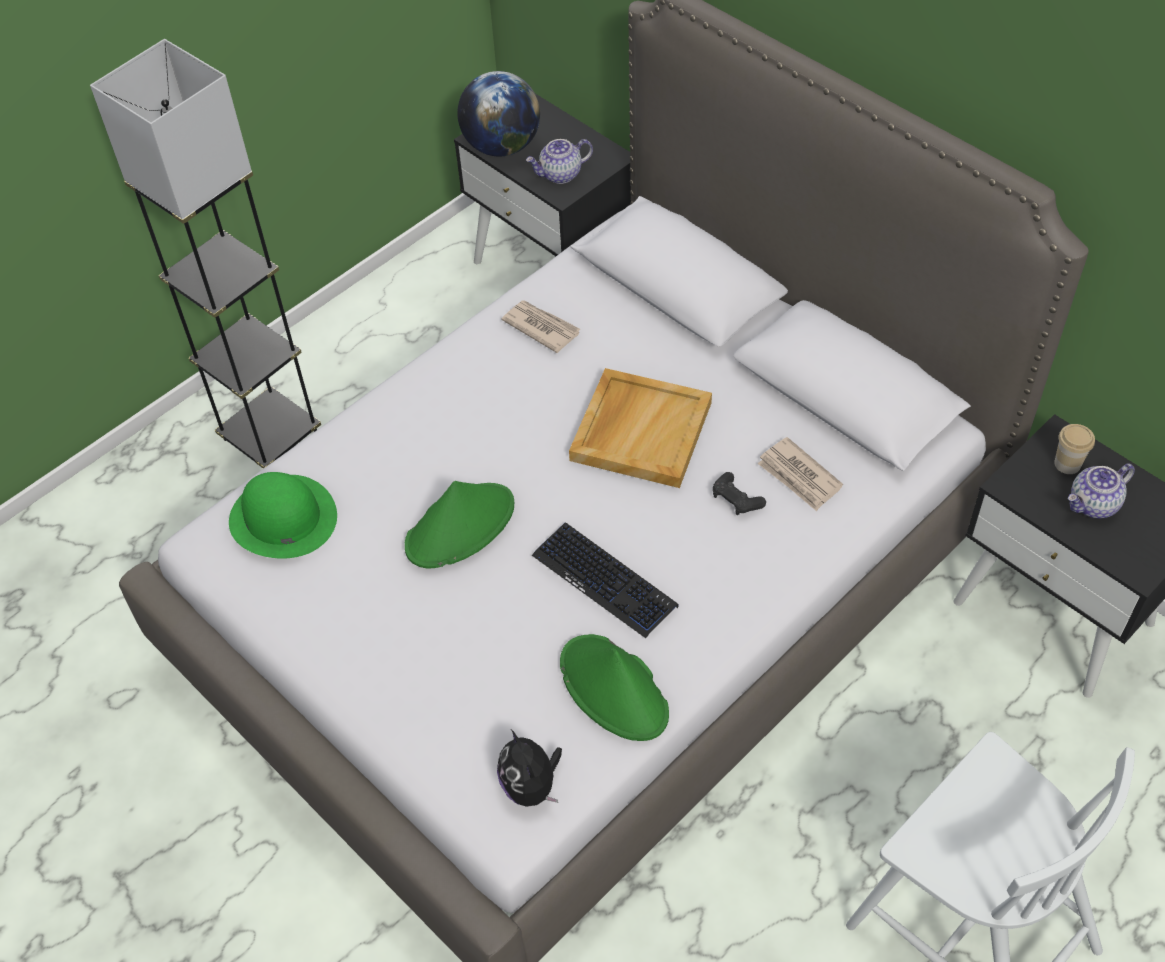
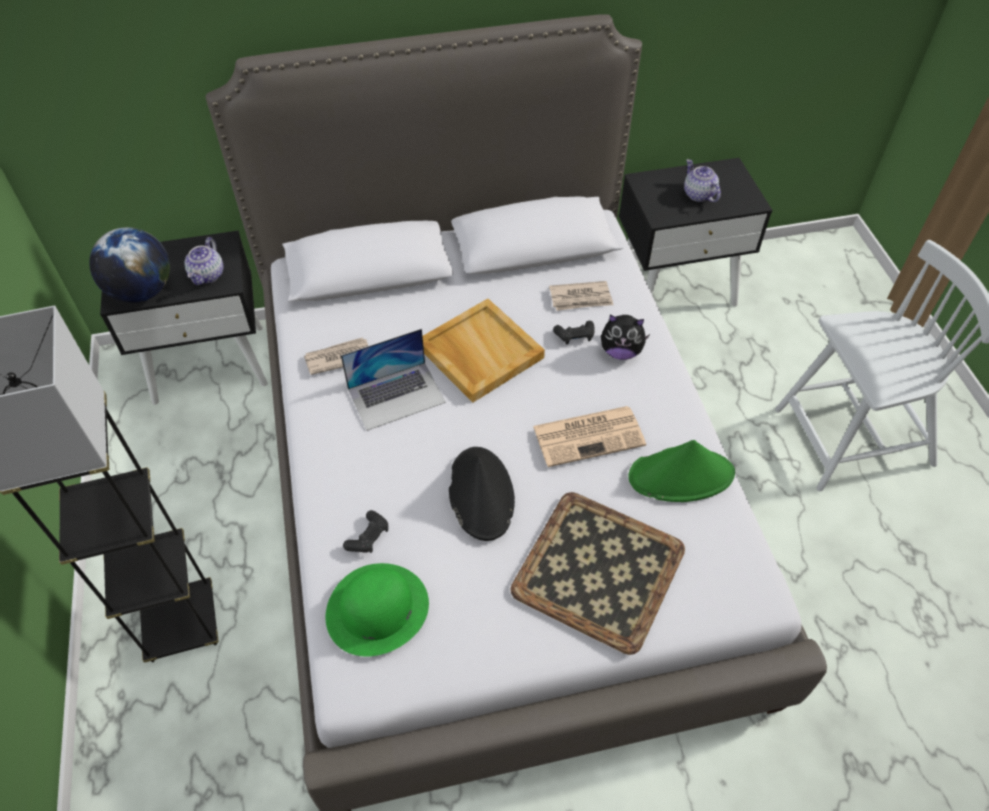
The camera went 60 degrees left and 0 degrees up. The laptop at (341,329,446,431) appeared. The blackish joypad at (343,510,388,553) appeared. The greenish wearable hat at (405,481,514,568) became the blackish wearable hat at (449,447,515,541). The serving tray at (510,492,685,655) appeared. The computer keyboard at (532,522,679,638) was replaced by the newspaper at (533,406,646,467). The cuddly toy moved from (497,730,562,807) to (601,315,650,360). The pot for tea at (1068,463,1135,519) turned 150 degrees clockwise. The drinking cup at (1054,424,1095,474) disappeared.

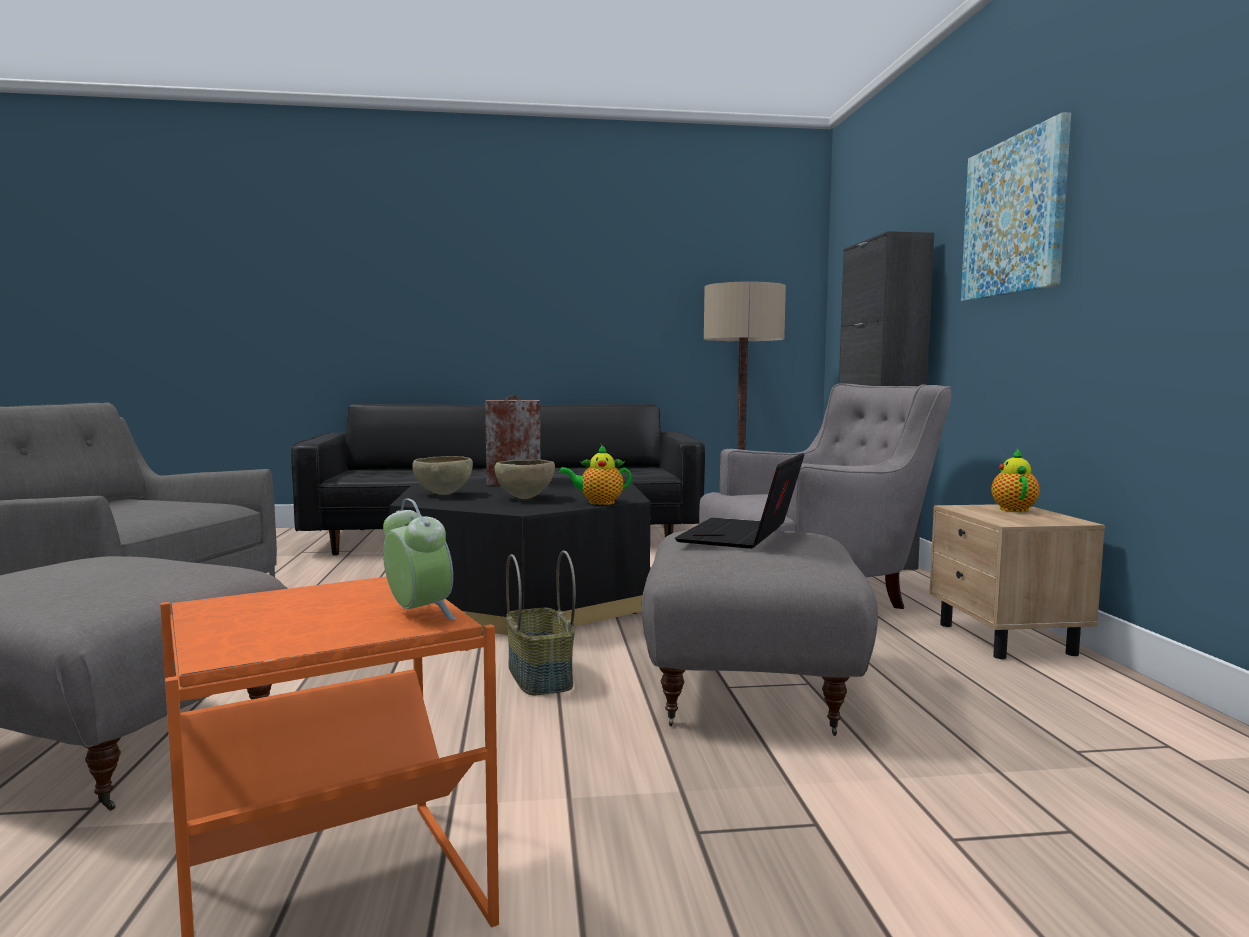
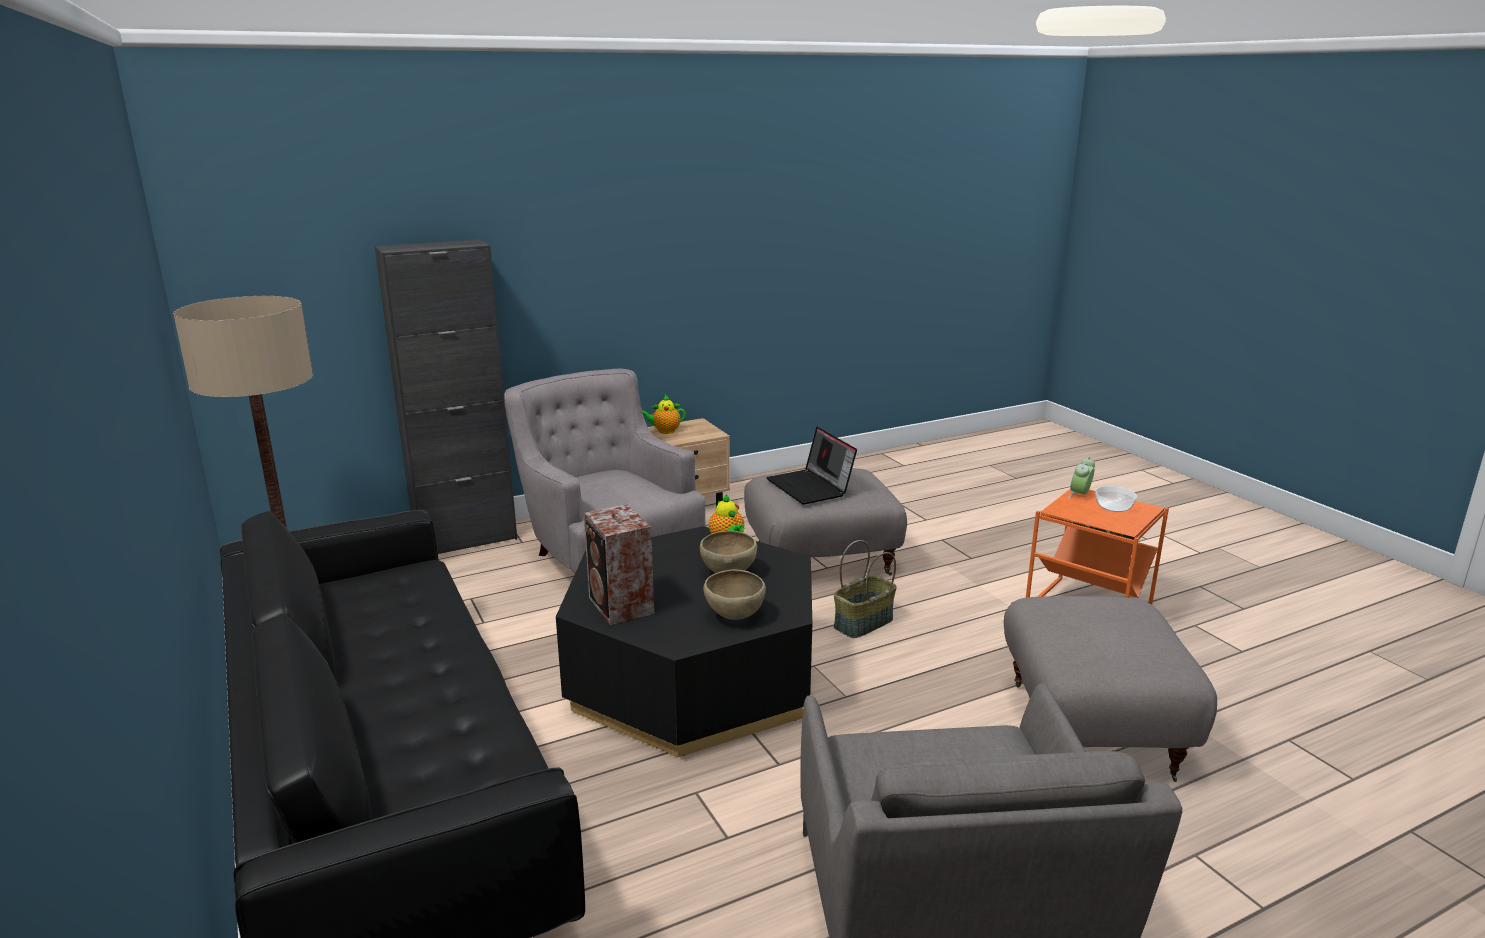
The camera went 110 degrees left and 15 degrees up. The laptop at (675,453,804,549) turned 60 degrees clockwise. The deep dish at (1095,486,1137,512) appeared. The picture at (961,112,1071,301) disappeared.

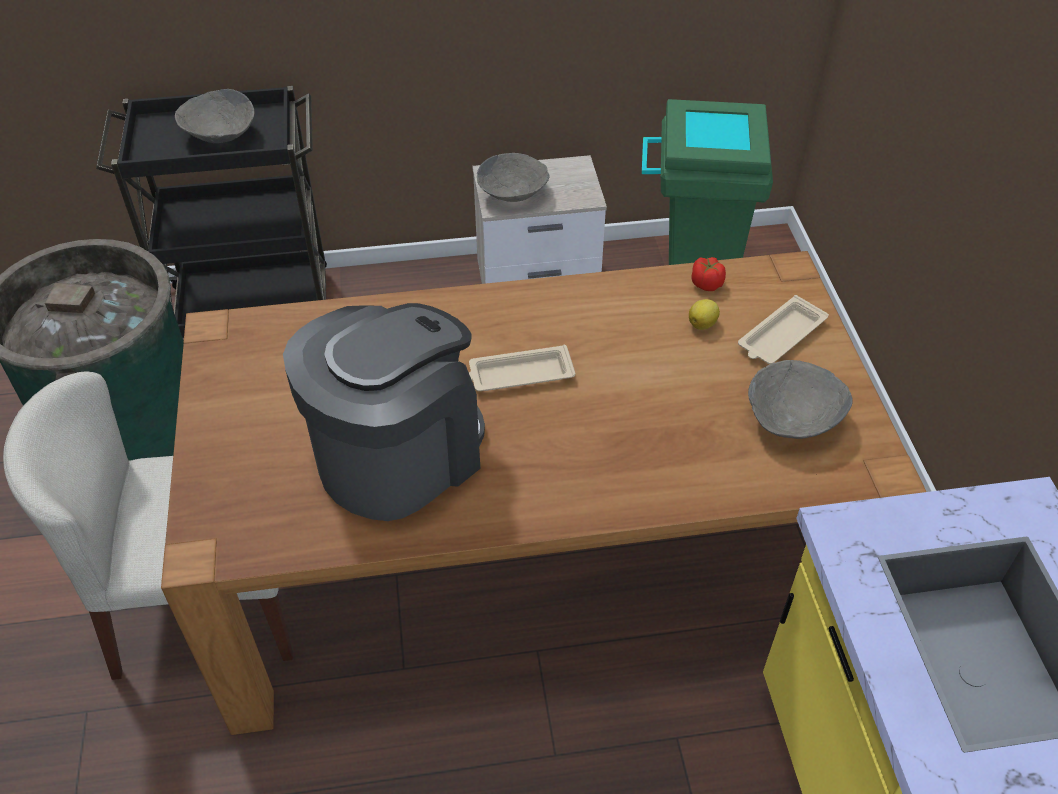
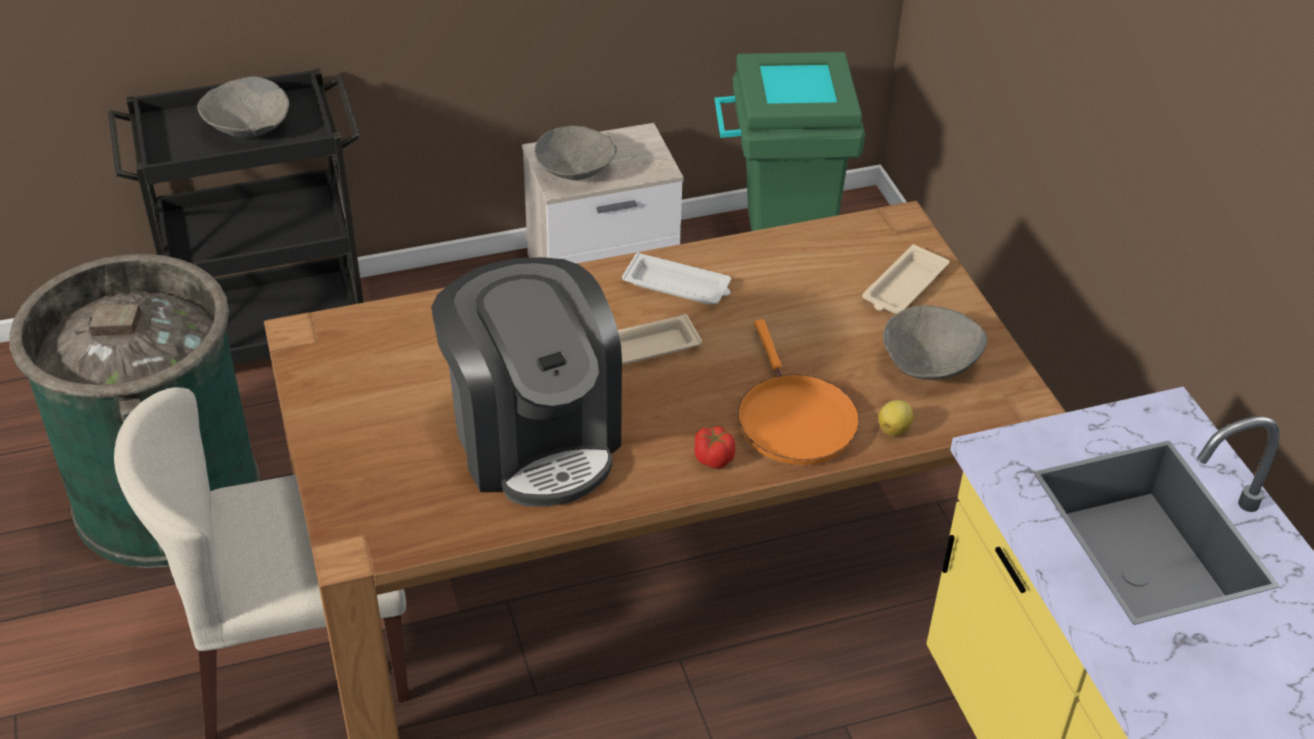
The camera went 10 degrees left and 5 degrees down. The coffee machine at (283,303,485,521) turned 120 degrees clockwise. The white-coloured serving tray at (622,252,731,304) appeared. The whole tomato moved from (691,257,726,291) to (694,426,736,468). The orange pan at (738,319,860,465) appeared. The lemon moved from (689,299,720,330) to (878,400,913,436).

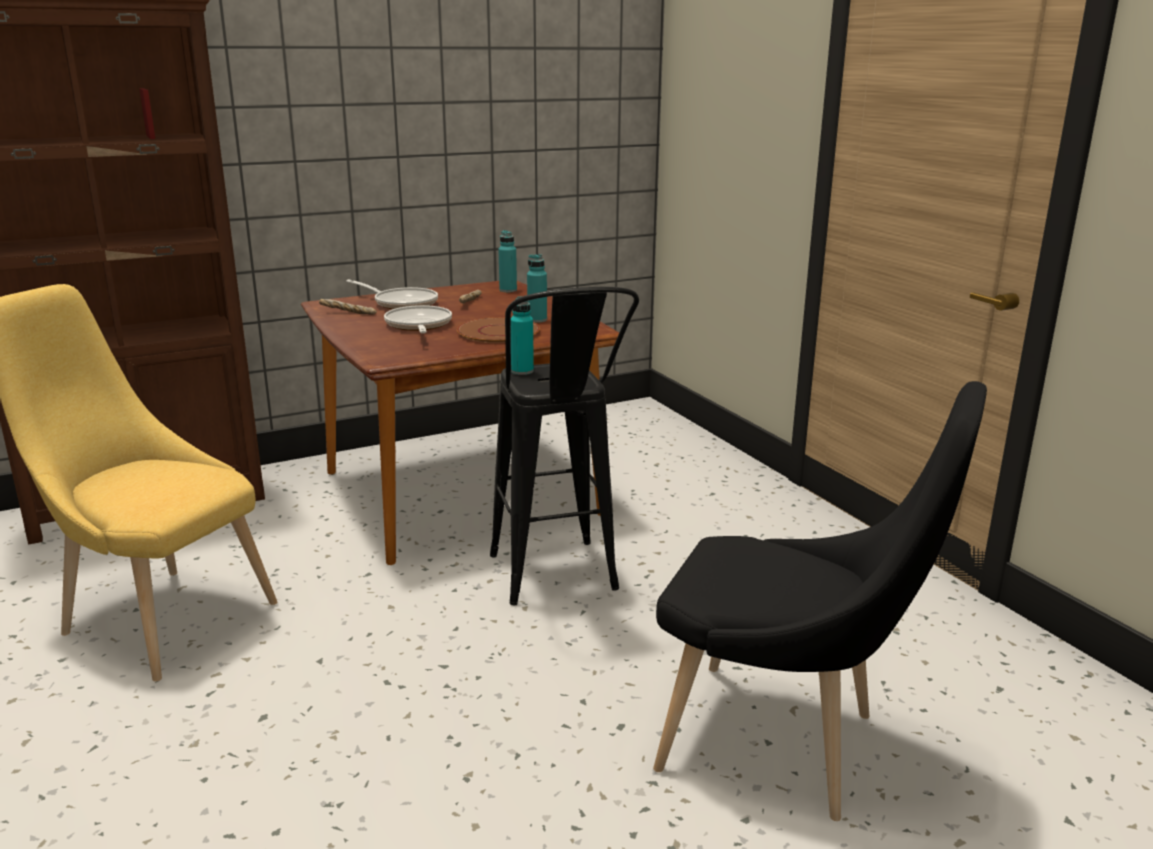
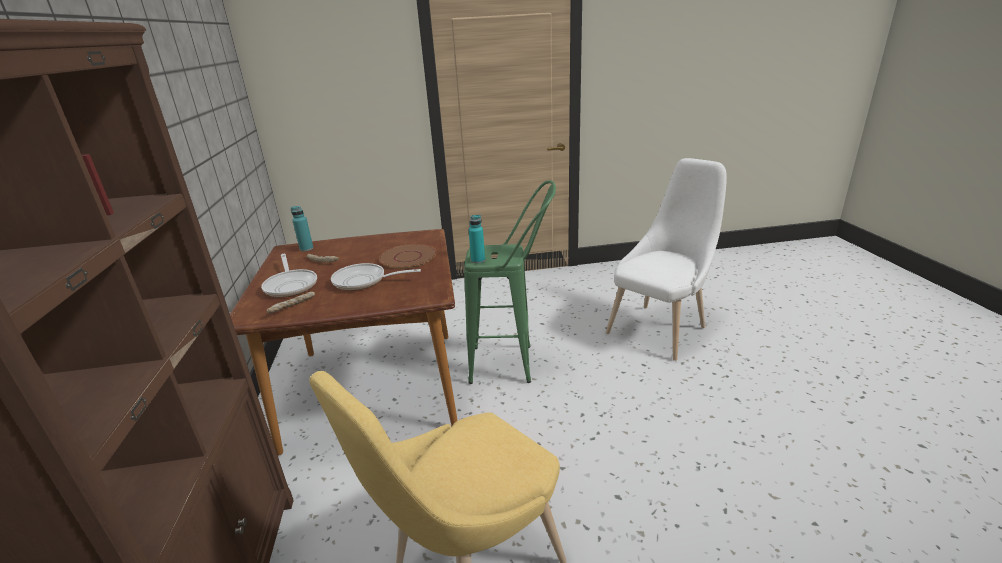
The camera went 70 degrees left and 5 degrees up. The pan at (346,279,438,309) turned 105 degrees clockwise. The blackish stool at (490,287,639,605) became the greenish stool at (464,180,556,384). The blackish chair at (653,381,987,821) became the white-coloured chair at (606,158,727,361). The turquoise-coloured drink bottle at (527,254,547,323) disappeared.

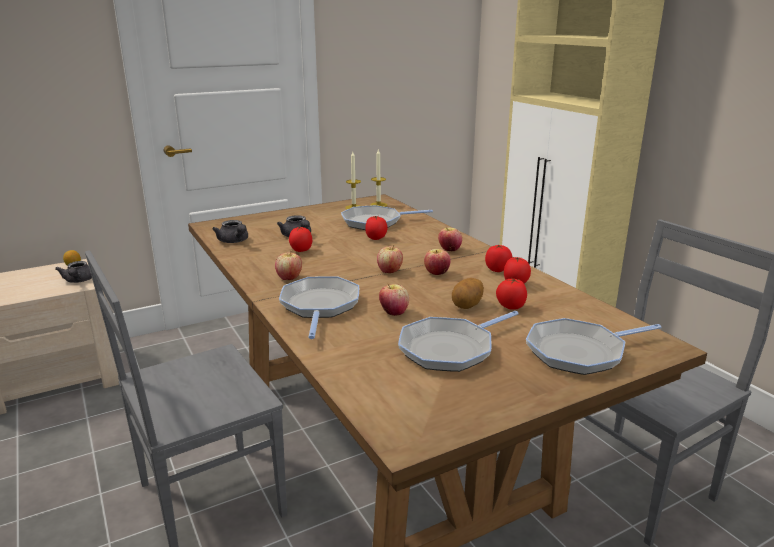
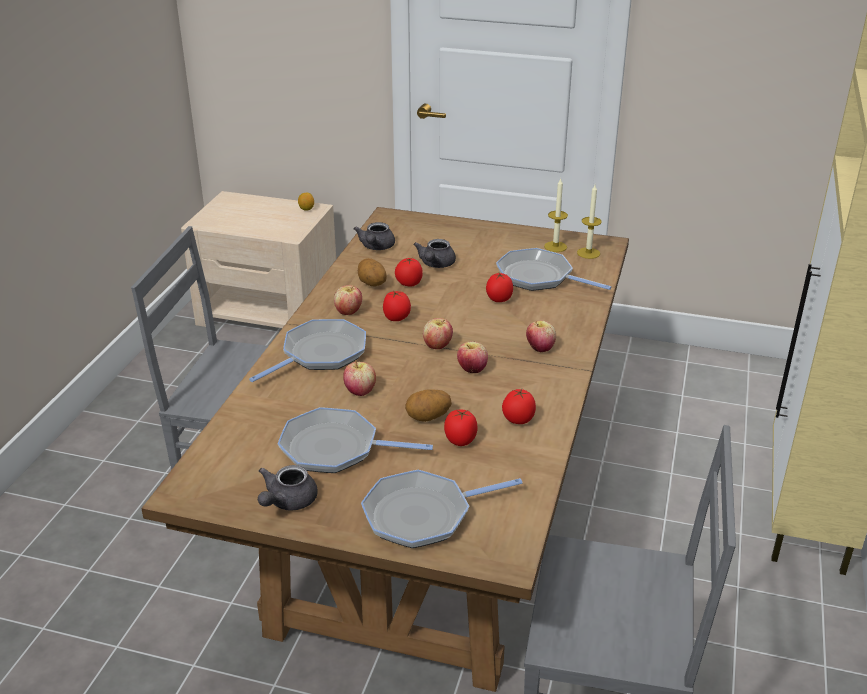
The camera went 45 degrees right and 10 degrees up. The gray pot for tea moved from (55,261,92,283) to (258,465,318,511). The potato at (358,258,387,286) appeared. The pan at (526,318,662,375) turned 45 degrees counterclockwise. The whole tomato moved from (485,244,512,272) to (383,291,411,321).

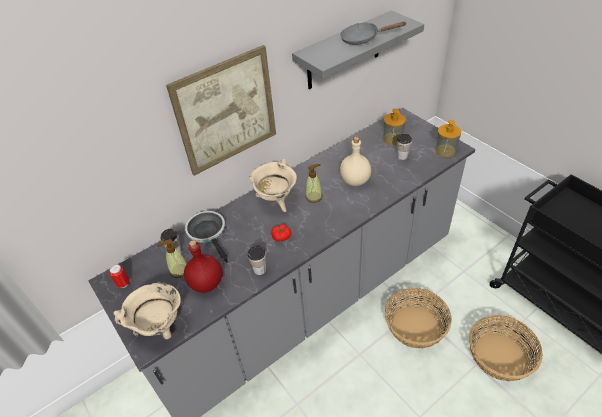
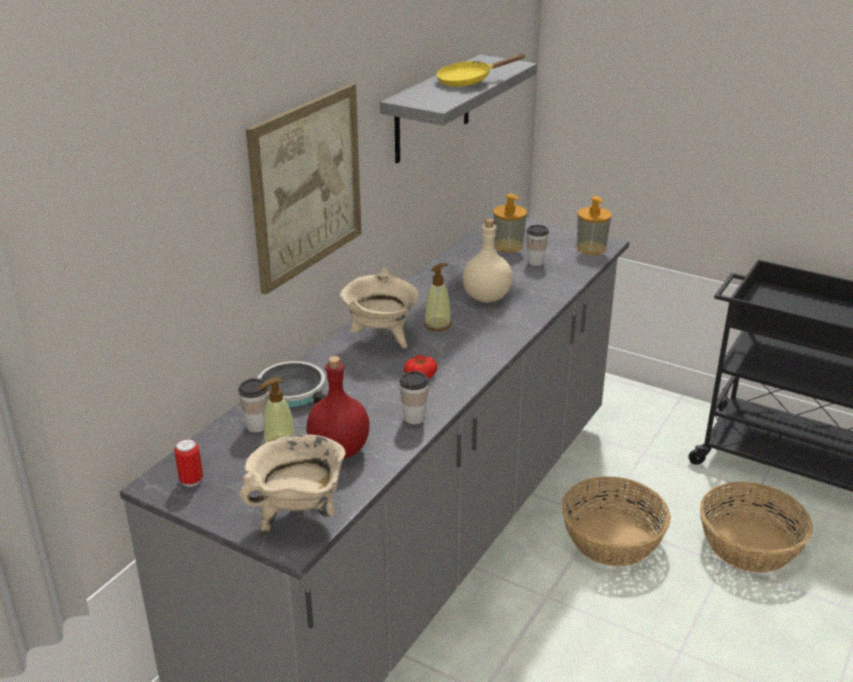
The camera went 25 degrees left and 15 degrees down. The gray pan at (340,22,407,45) became the yellow-coloured pan at (436,53,526,87).

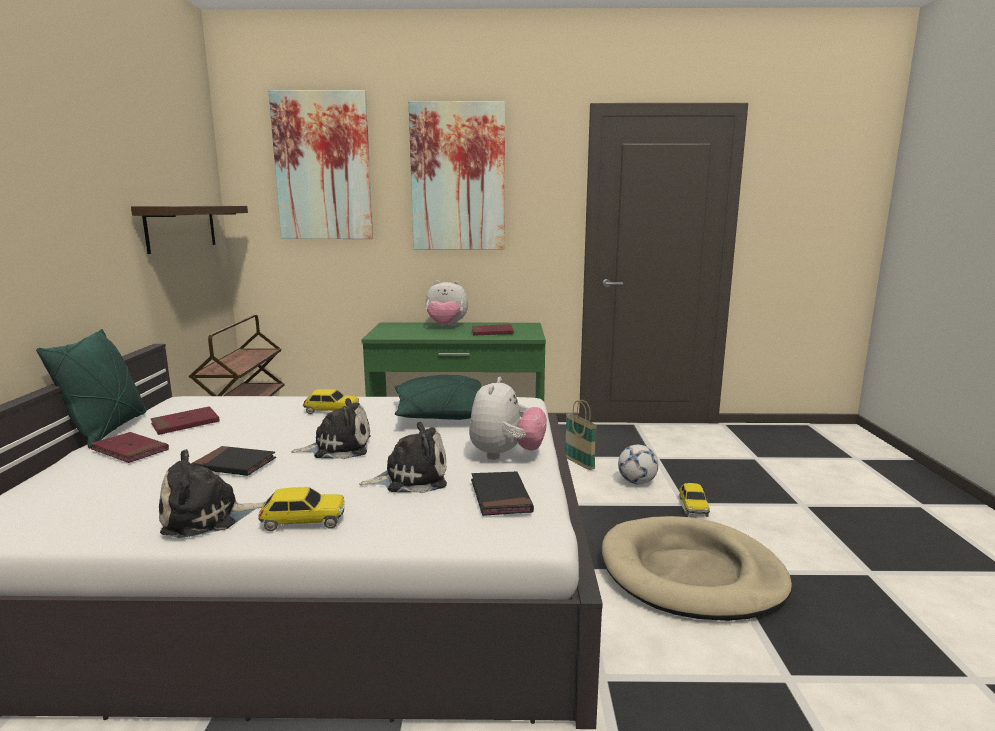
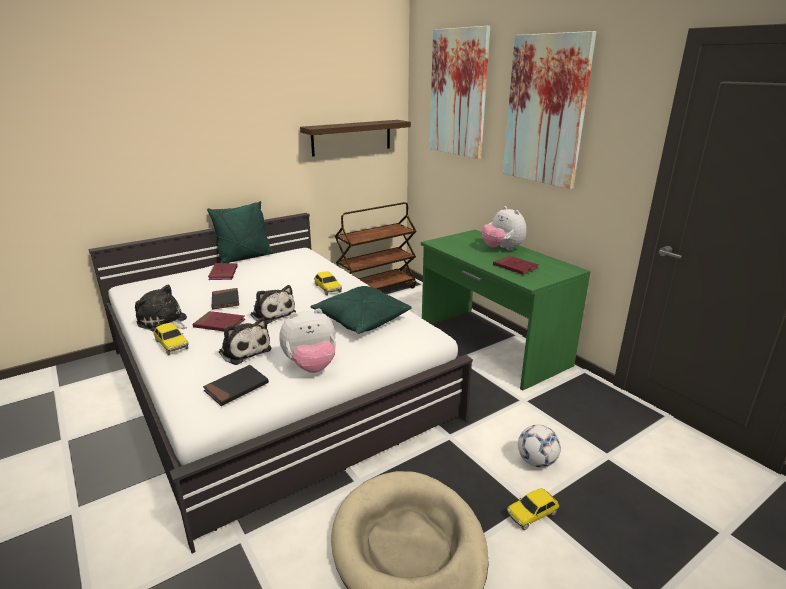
The camera went 55 degrees right and 10 degrees up. The reddish bound book moved from (151,406,220,435) to (193,311,245,331). The storage basket at (565,400,597,470) disappeared.

